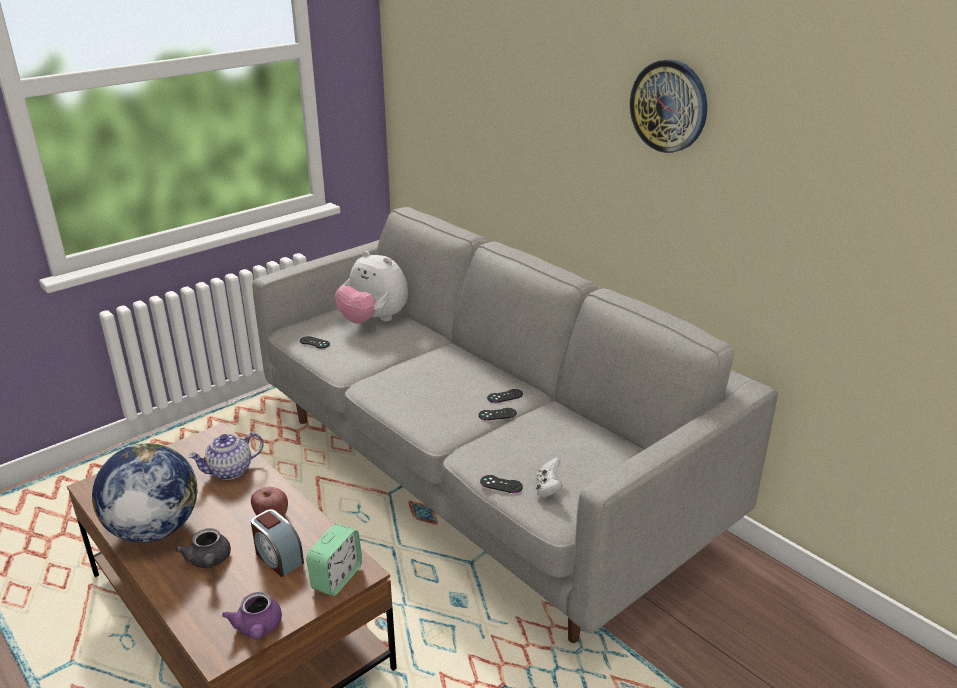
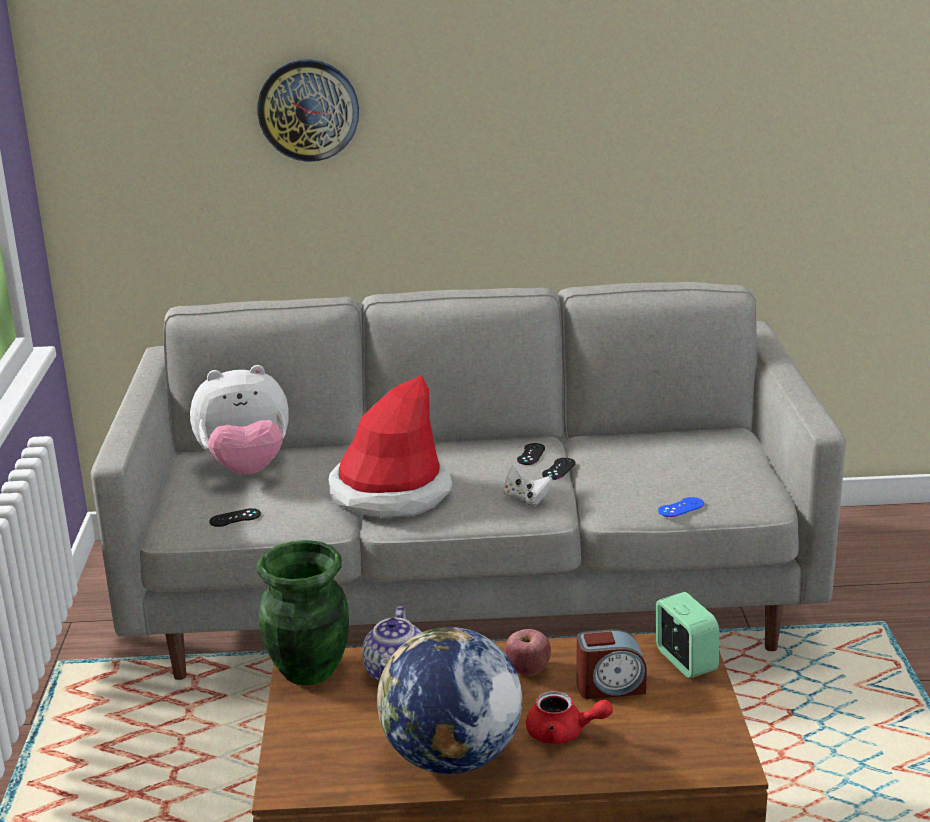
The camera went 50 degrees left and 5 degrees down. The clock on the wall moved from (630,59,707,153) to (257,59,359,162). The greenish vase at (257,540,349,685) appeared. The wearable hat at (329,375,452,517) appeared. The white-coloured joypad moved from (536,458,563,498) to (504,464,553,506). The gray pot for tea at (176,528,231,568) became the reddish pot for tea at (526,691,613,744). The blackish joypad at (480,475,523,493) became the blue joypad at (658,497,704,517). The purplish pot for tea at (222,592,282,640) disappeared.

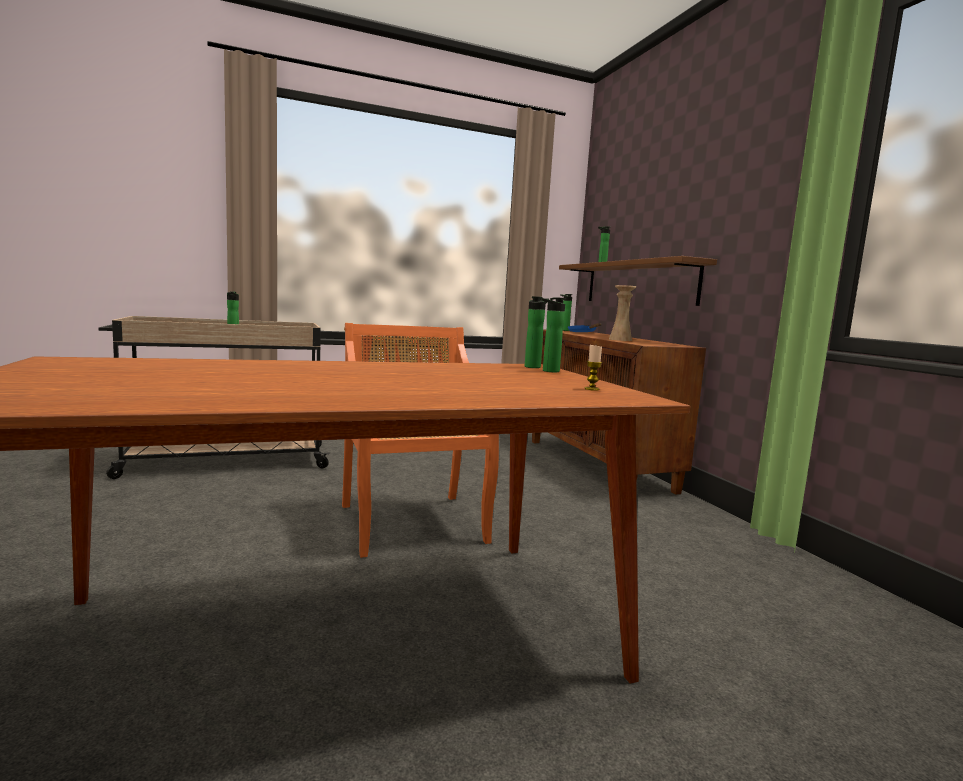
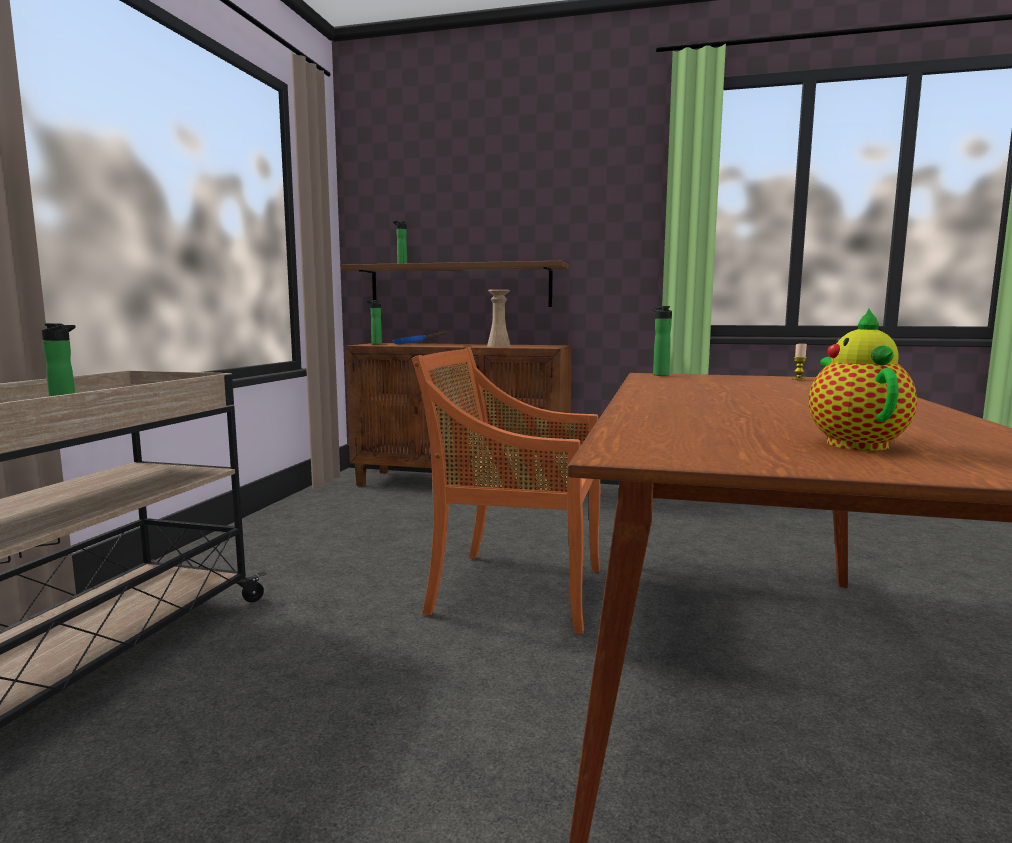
The camera went 55 degrees left and 0 degrees up. The pot for tea at (809,308,917,451) appeared. The drink bottle at (541,297,566,372) disappeared.

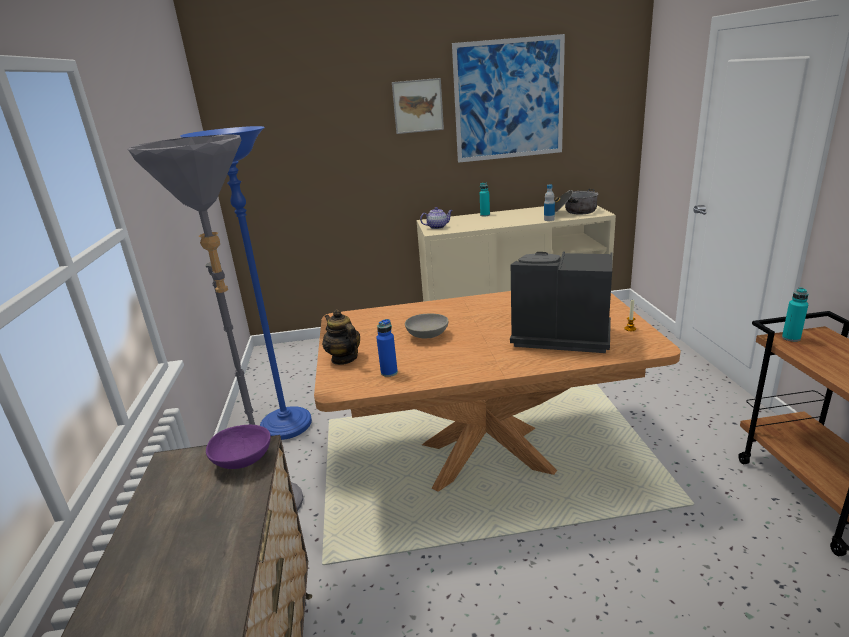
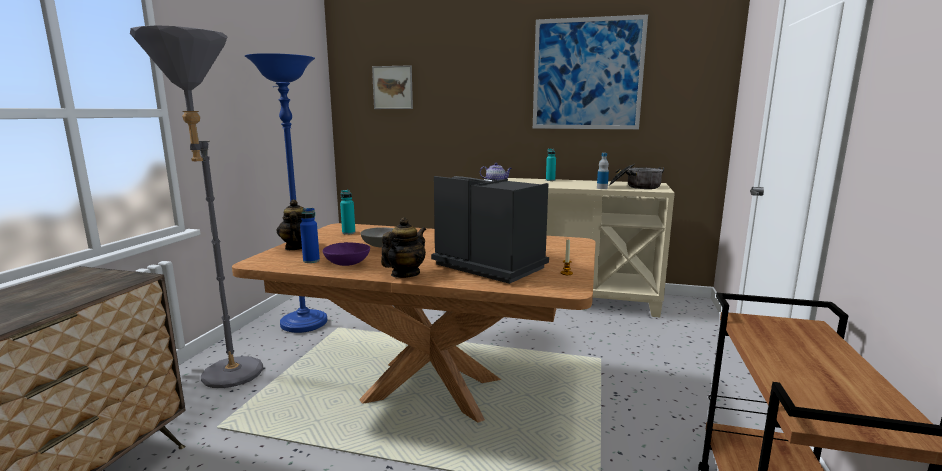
The camera went 20 degrees right and 10 degrees down. The purplish deep dish moved from (206,425,271,469) to (323,242,370,266). The turquoise-coloured drink bottle moved from (782,287,808,342) to (340,190,355,235). The picture moved from (392,78,444,134) to (372,65,413,109). The pot for tea at (381,217,426,278) appeared.

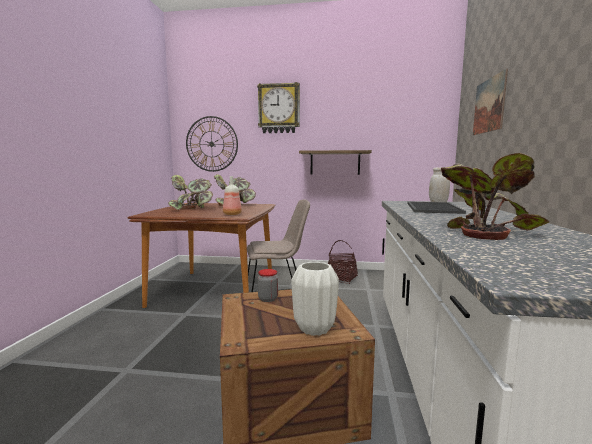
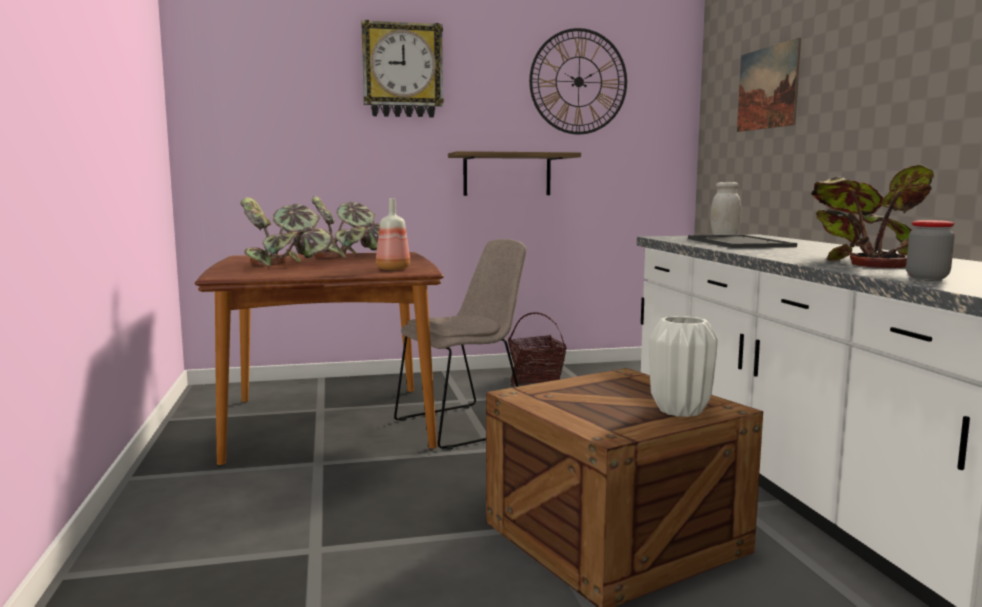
The camera went 20 degrees left and 0 degrees up. The clock on the wall moved from (186,116,238,172) to (529,28,627,135). The preserve jar moved from (258,269,278,302) to (906,220,955,280).

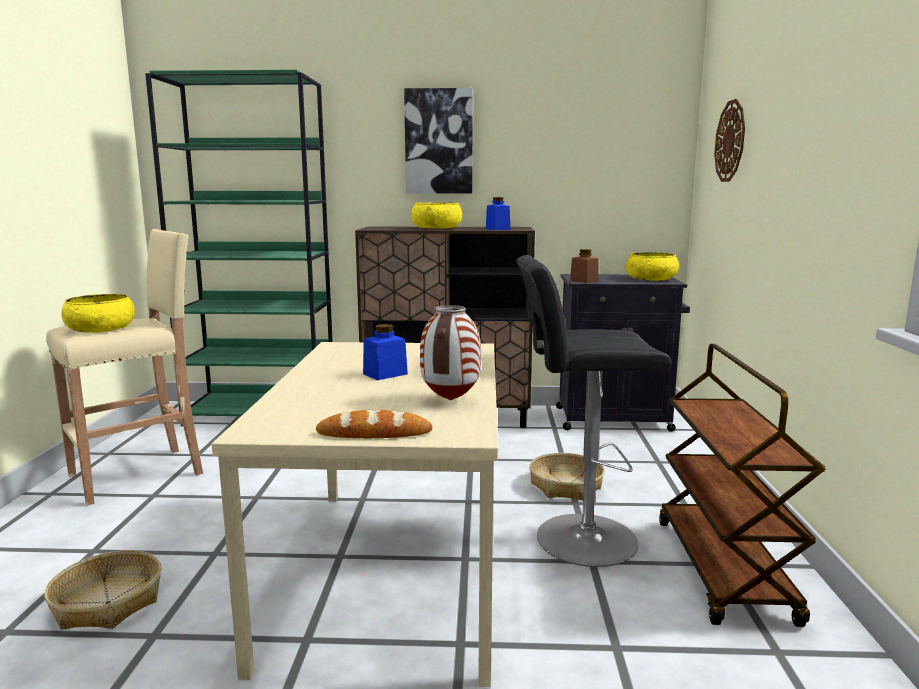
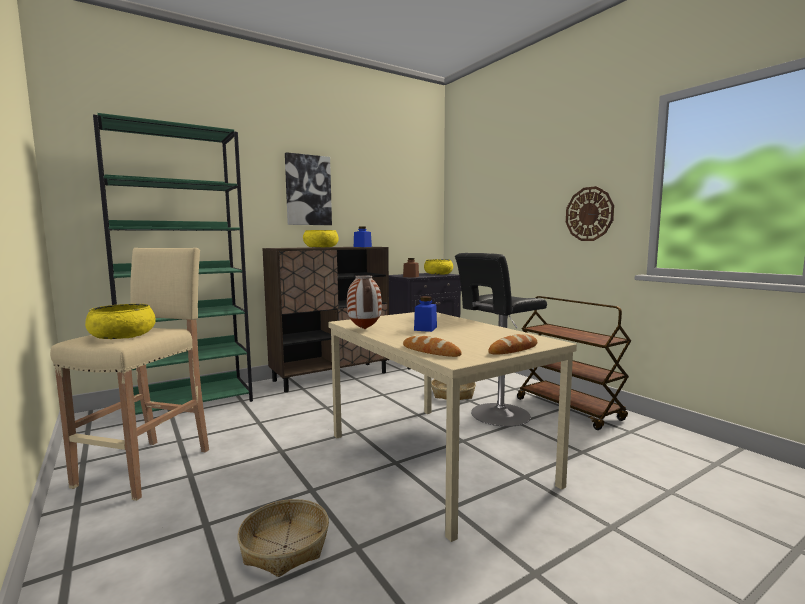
The camera went 35 degrees left and 5 degrees down. The vase moved from (420,305,481,400) to (347,275,382,329). The bakery bread at (403,336,462,357) appeared. The clock on the wall moved from (714,99,745,182) to (566,186,614,241).

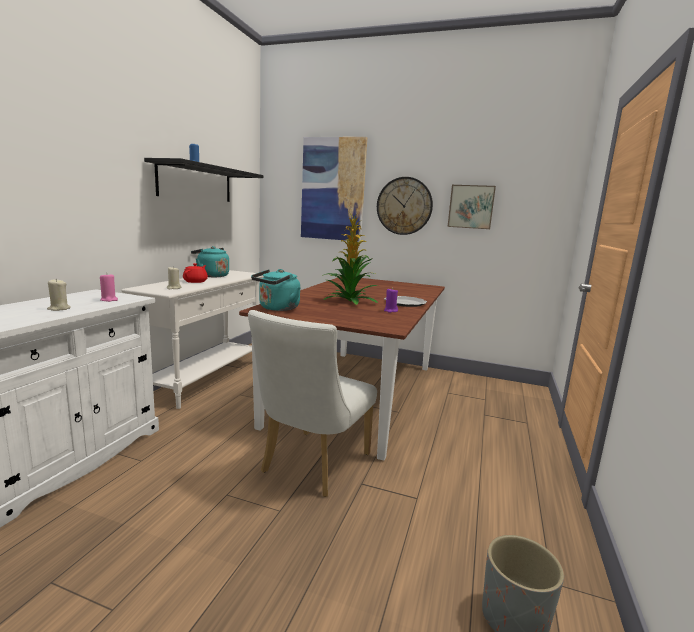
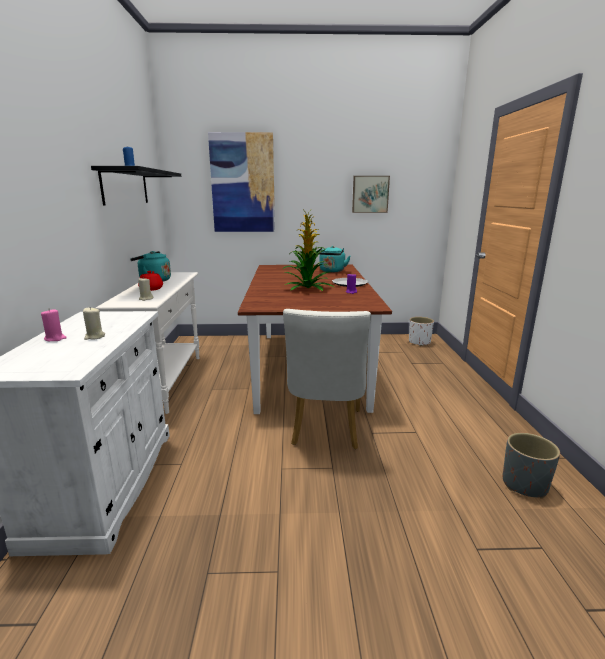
The camera went 20 degrees left and 5 degrees up. The pink-coloured candle moved from (100,275,118,302) to (41,308,67,341). The turquoise-coloured water kettle moved from (251,269,300,311) to (319,246,350,272). The white-coloured plant pot at (409,317,434,346) appeared. The clock on the wall at (377,177,433,235) disappeared.

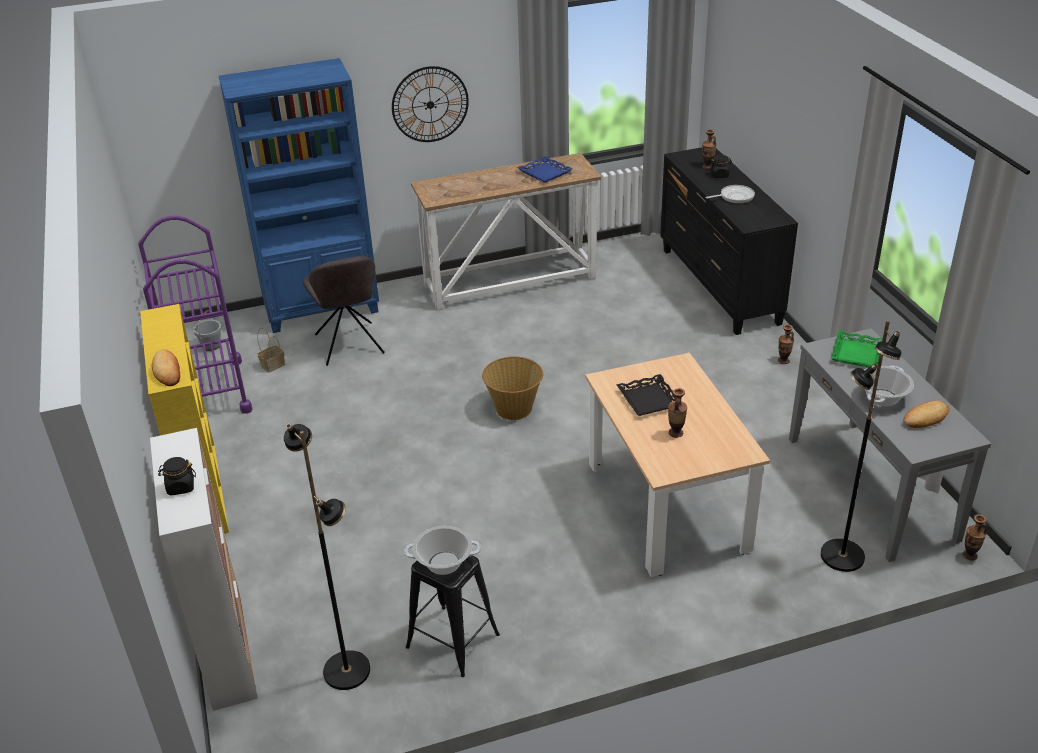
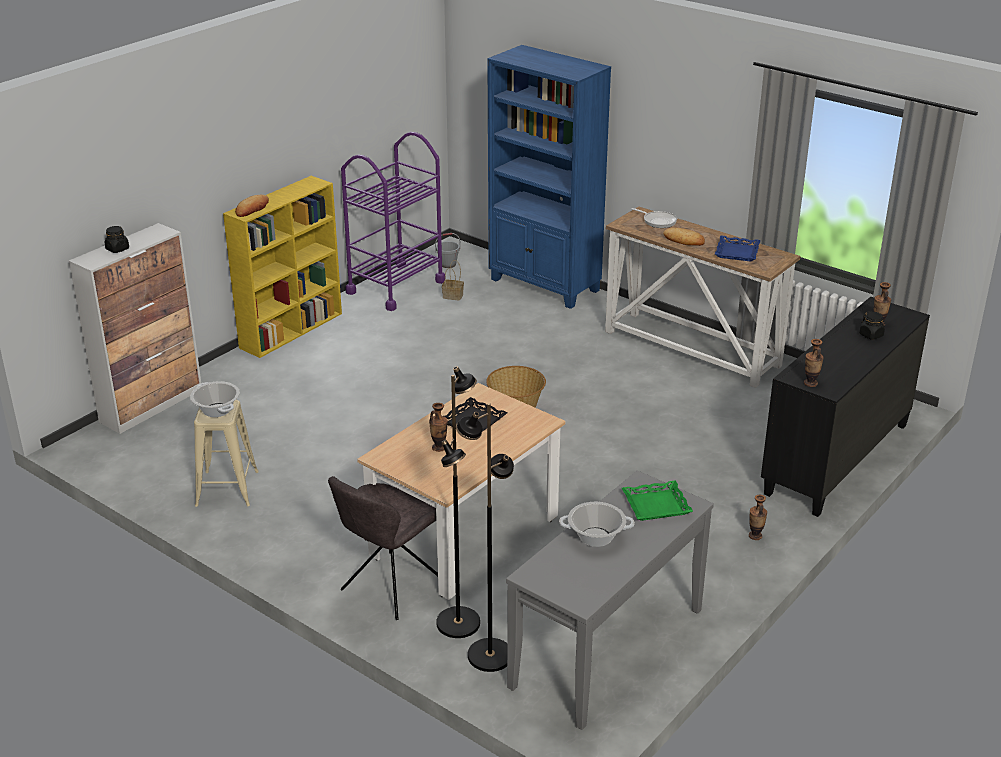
The camera went 55 degrees right and 5 degrees down. The blackish stool at (406,556,500,677) became the beige-coloured stool at (194,400,259,507). The gray chair moved from (303,256,385,366) to (328,476,438,620). The blackish standing lamp moved from (284,423,370,690) to (436,366,480,638). The pan moved from (706,185,755,204) to (631,208,677,228). The bakery bread moved from (903,401,949,428) to (663,227,705,246). The vase moved from (963,514,987,561) to (804,339,824,387). The clock on the wall at (392,66,469,142) disappeared.

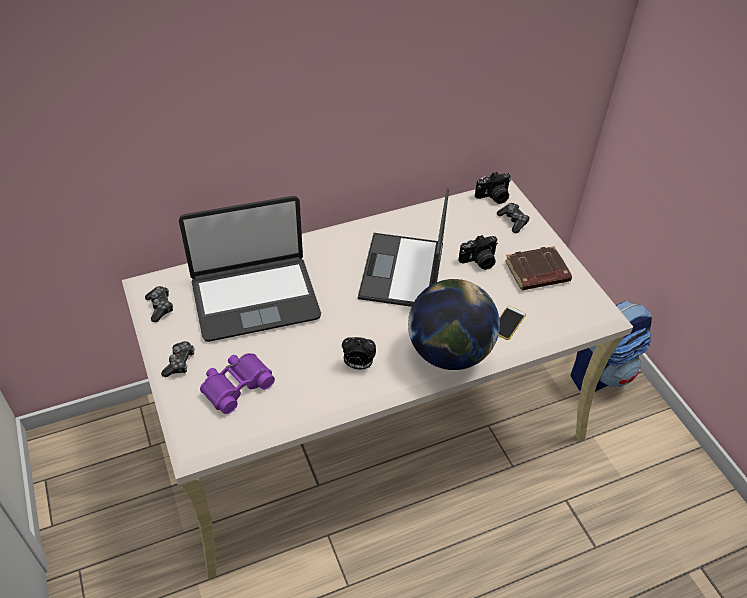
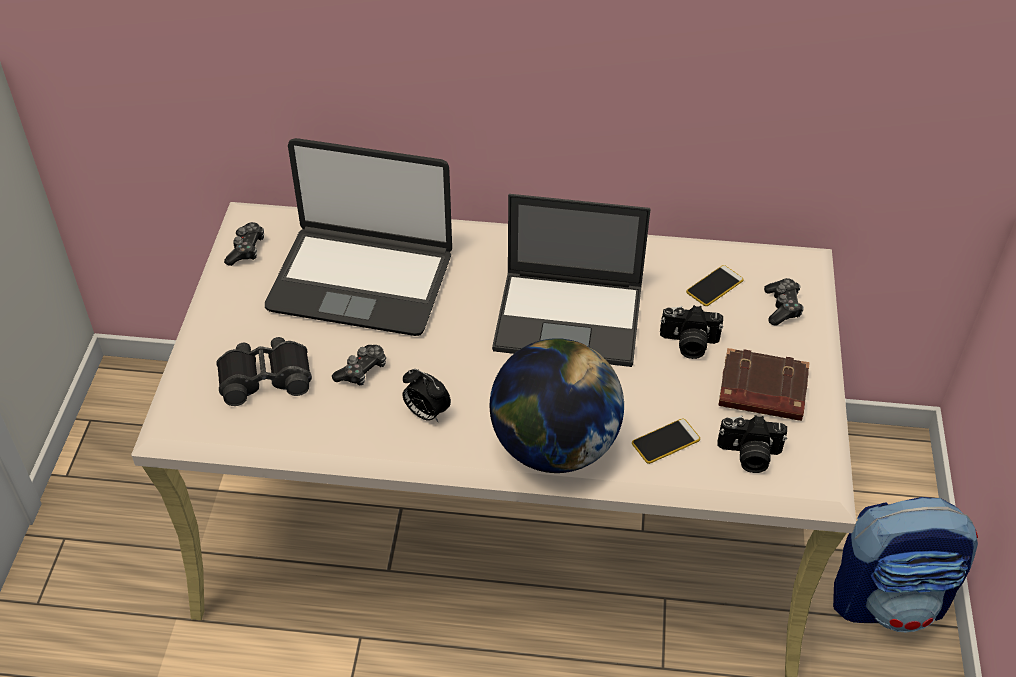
The camera went 30 degrees right and 0 degrees up. The purplish pair of binoculars at (200,353,275,414) became the blackish pair of binoculars at (216,337,312,406). The joypad moved from (161,341,194,377) to (332,345,386,386). The laptop at (358,188,449,307) turned 120 degrees counterclockwise. The handset at (686,265,744,306) appeared. The still camera moved from (475,172,511,204) to (717,415,787,473).

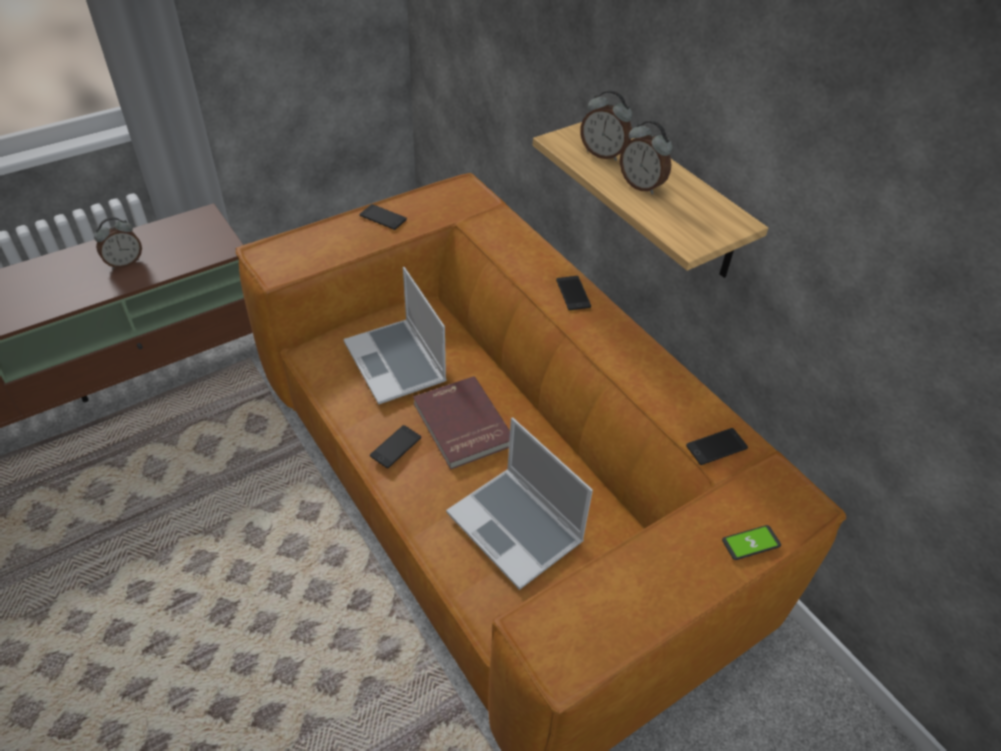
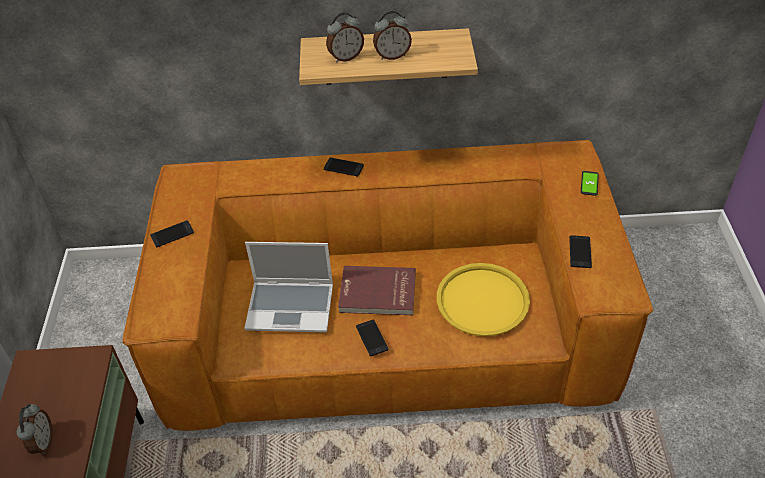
The camera went 55 degrees left and 0 degrees up. The laptop at (446,418,593,590) was replaced by the yellow-coloured serving tray at (437,263,530,336). The handset moved from (686,428,748,465) to (569,235,592,268).

